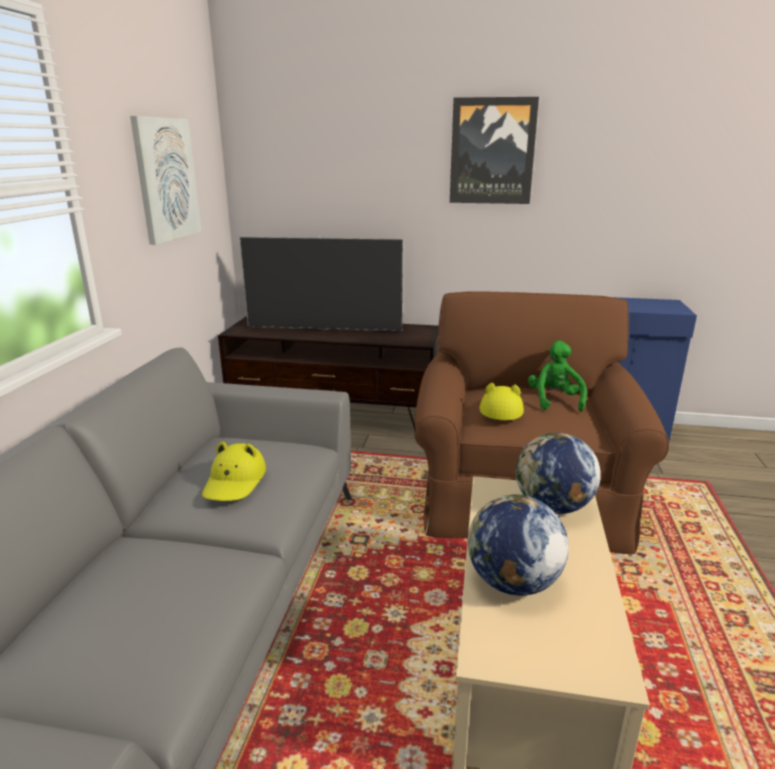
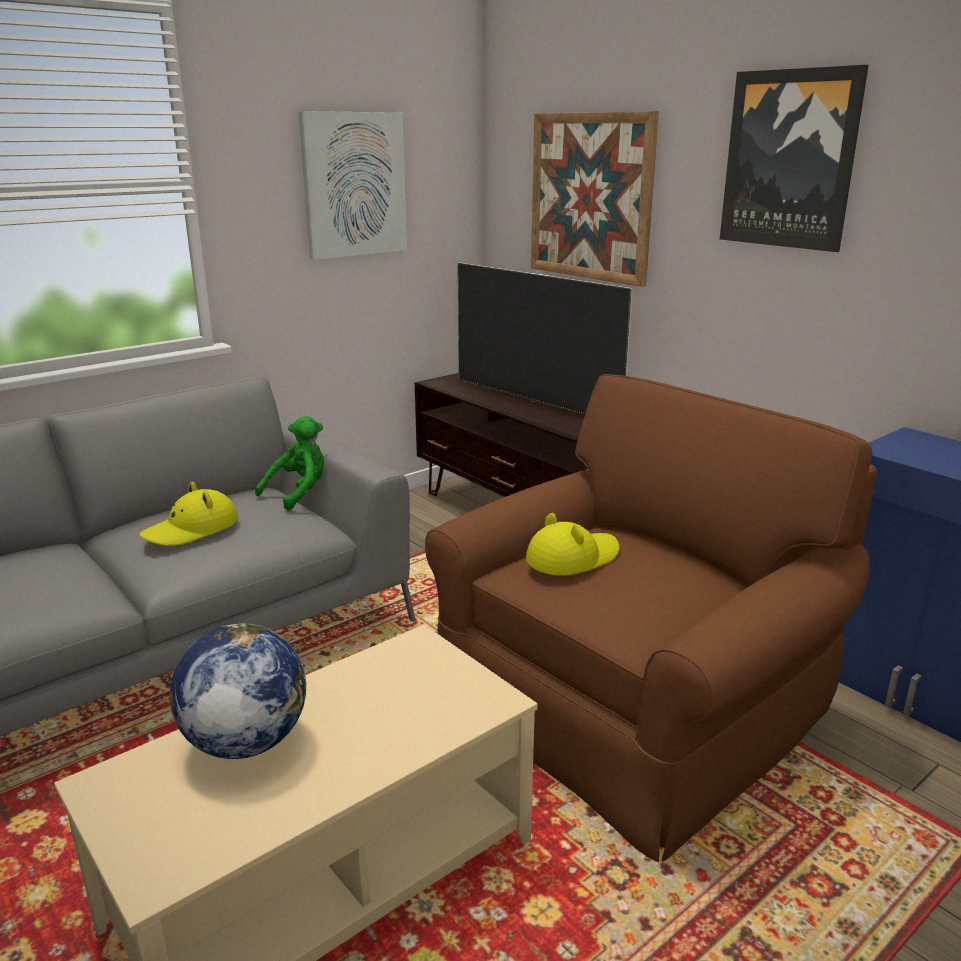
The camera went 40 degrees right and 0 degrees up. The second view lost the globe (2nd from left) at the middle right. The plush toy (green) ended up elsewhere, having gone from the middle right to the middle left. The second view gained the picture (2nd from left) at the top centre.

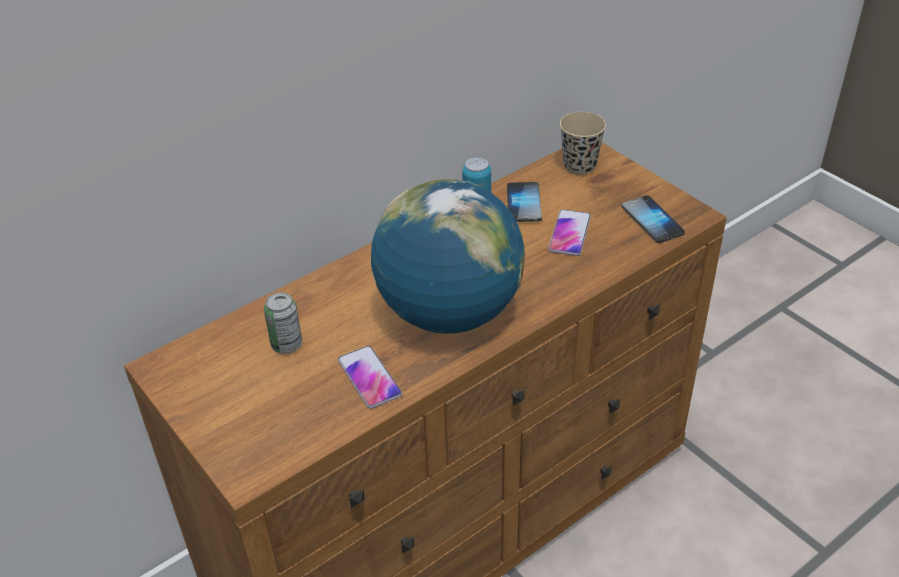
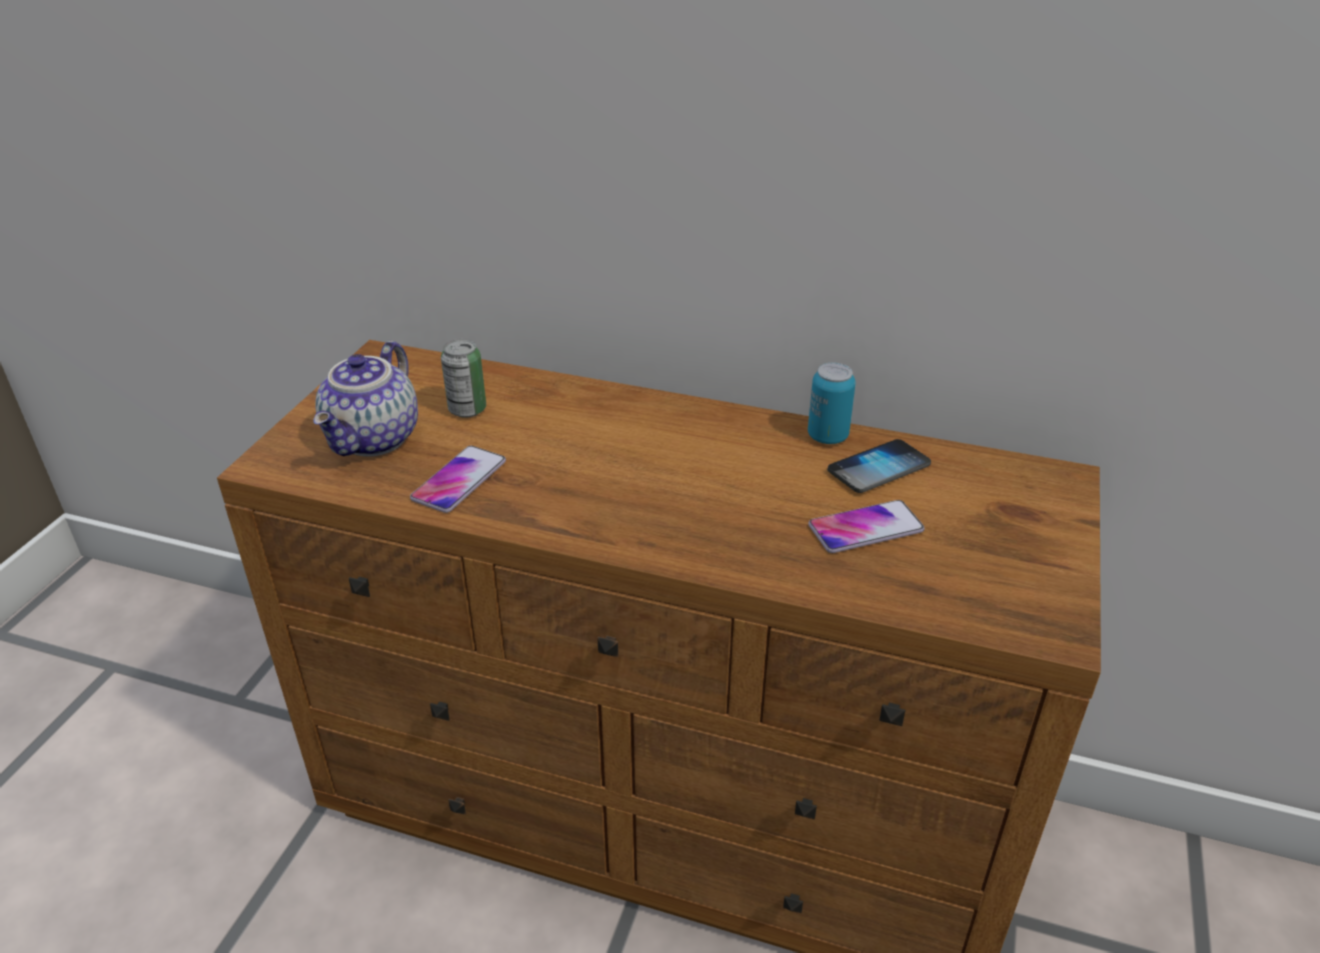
The camera went 55 degrees right and 5 degrees down. The second view lost the globe at the centre. The second view lost the cup (beige) at the top centre. The second view lost the phone (4th from left) at the middle right. The second view gained the teapot at the middle left.

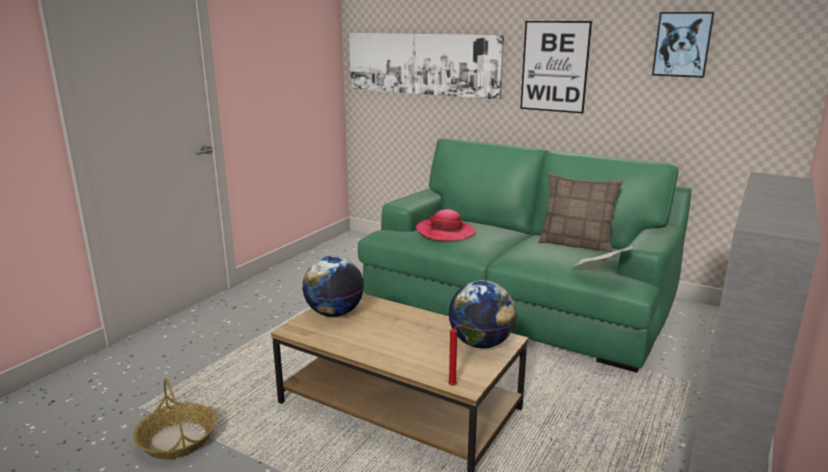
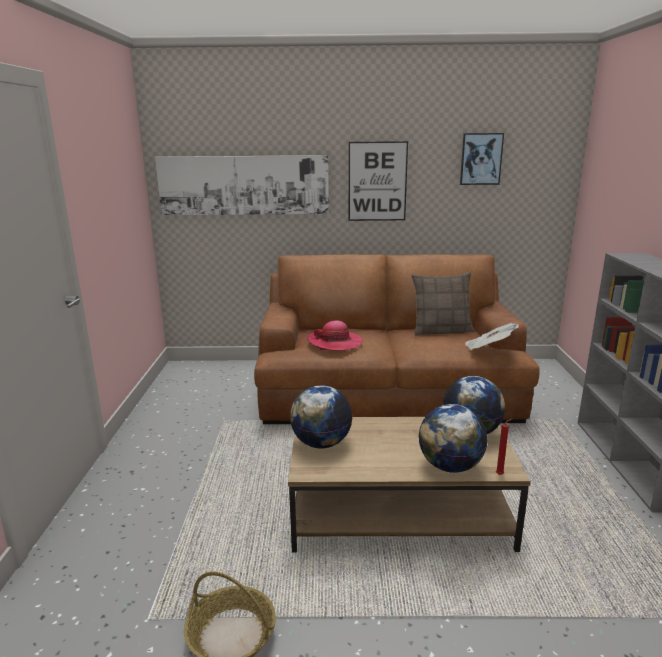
The camera went 30 degrees left and 0 degrees up. What was the sofa (green) at the centre turned into the sofa (brown) at the centre. The second view gained the globe (2nd from left) at the bottom right.

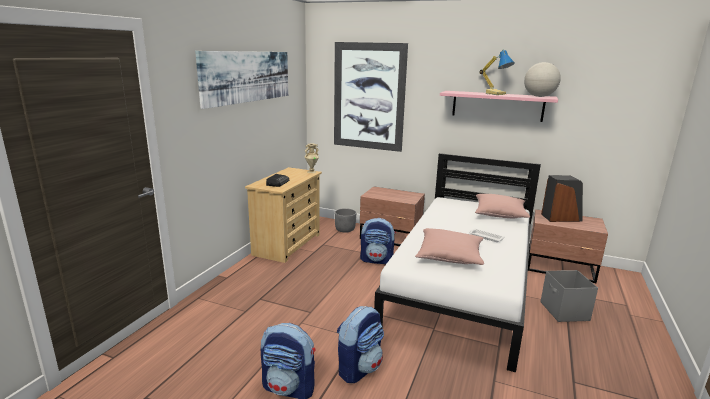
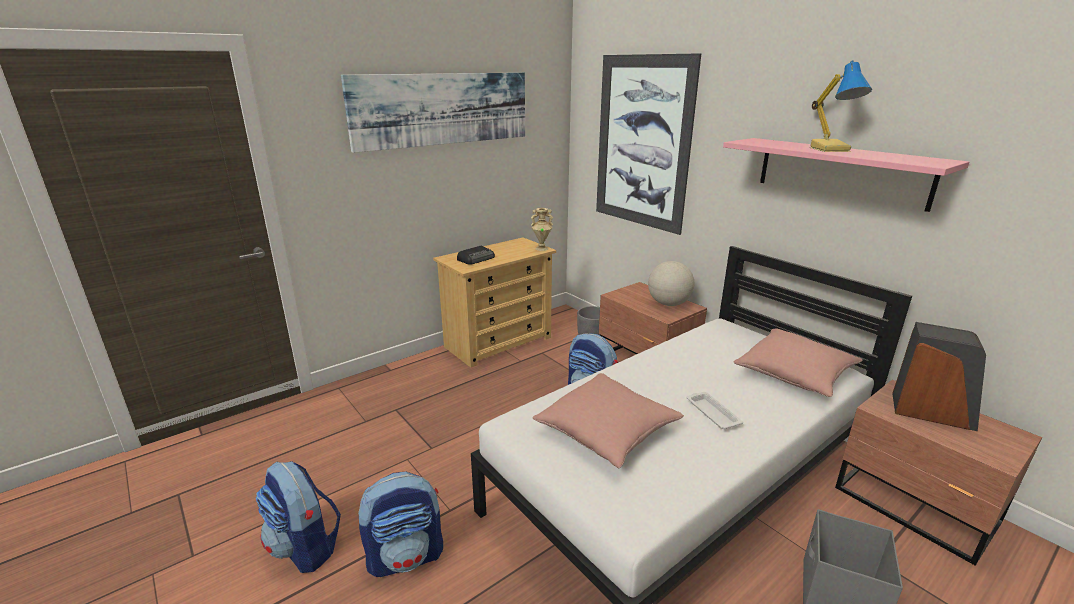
The camera went 30 degrees right and 5 degrees up. The globe ended up elsewhere, having gone from the top right to the centre.

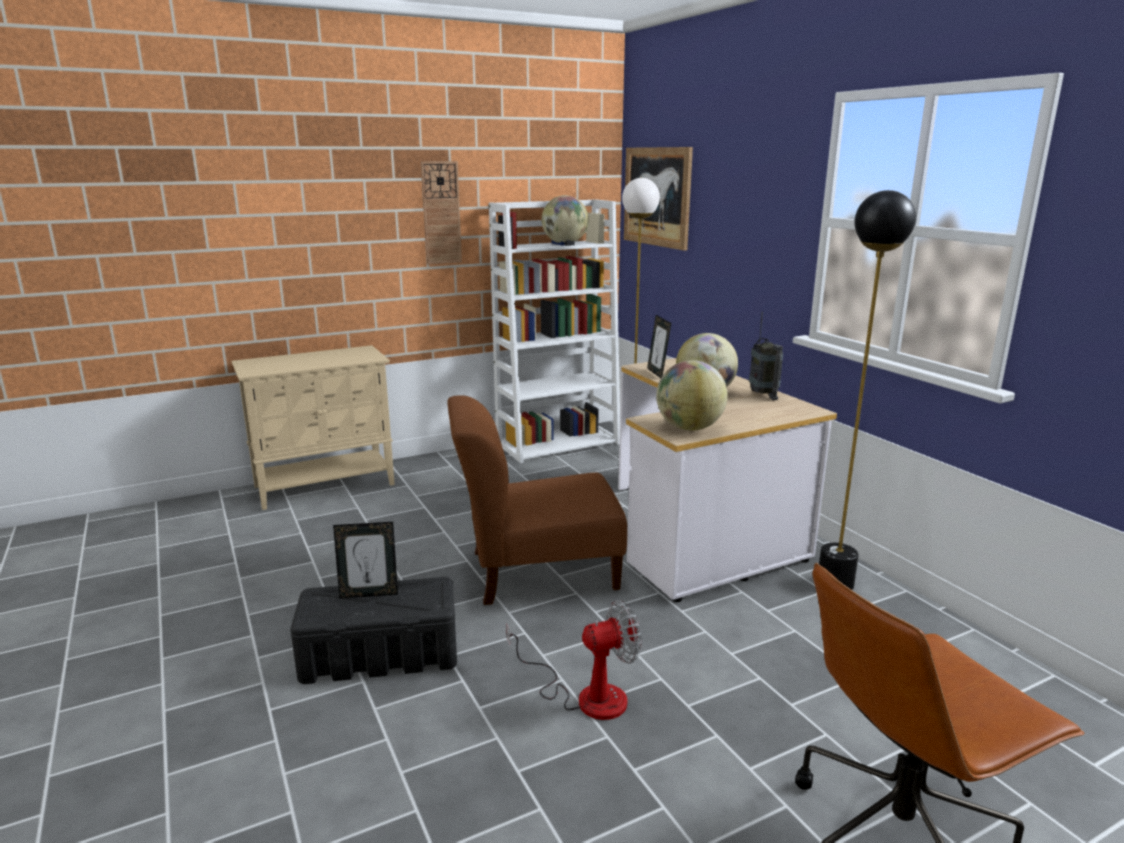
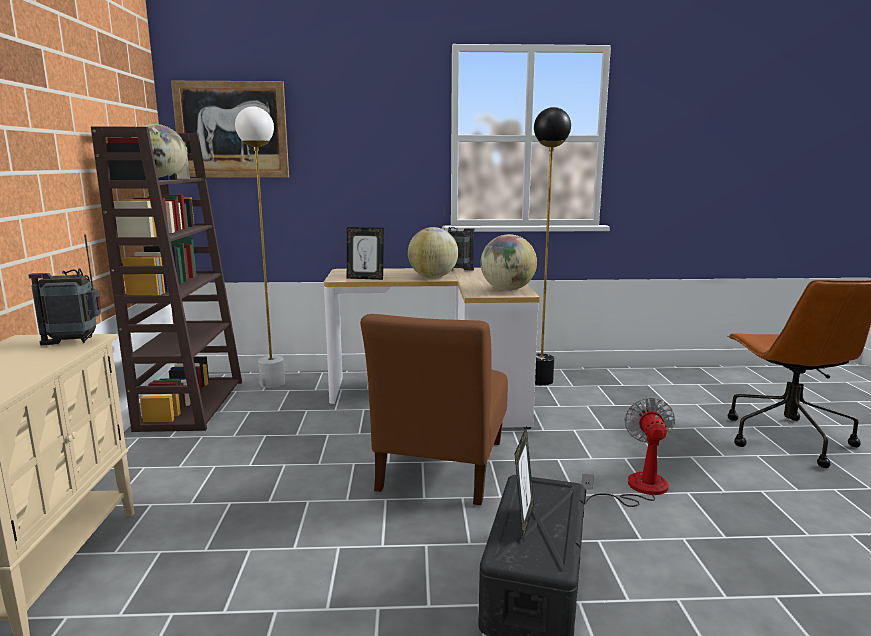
The camera went 65 degrees left and 5 degrees down. The second view lost the wall clock at the top centre. What was the bookcase (white) at the centre turned into the bookcase (brown) at the middle left. The second view gained the radio (1st from left) at the middle left.

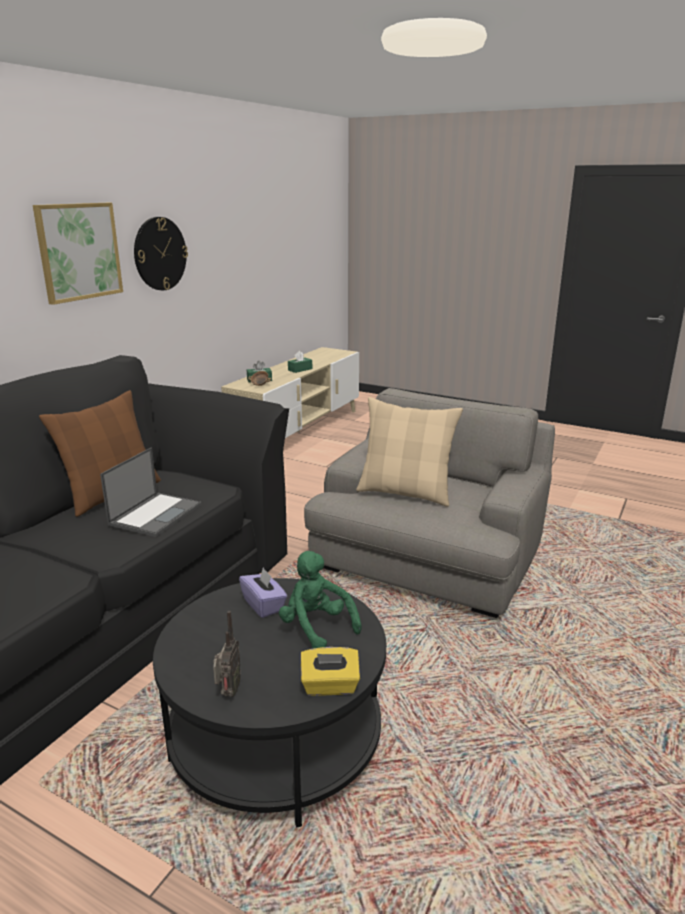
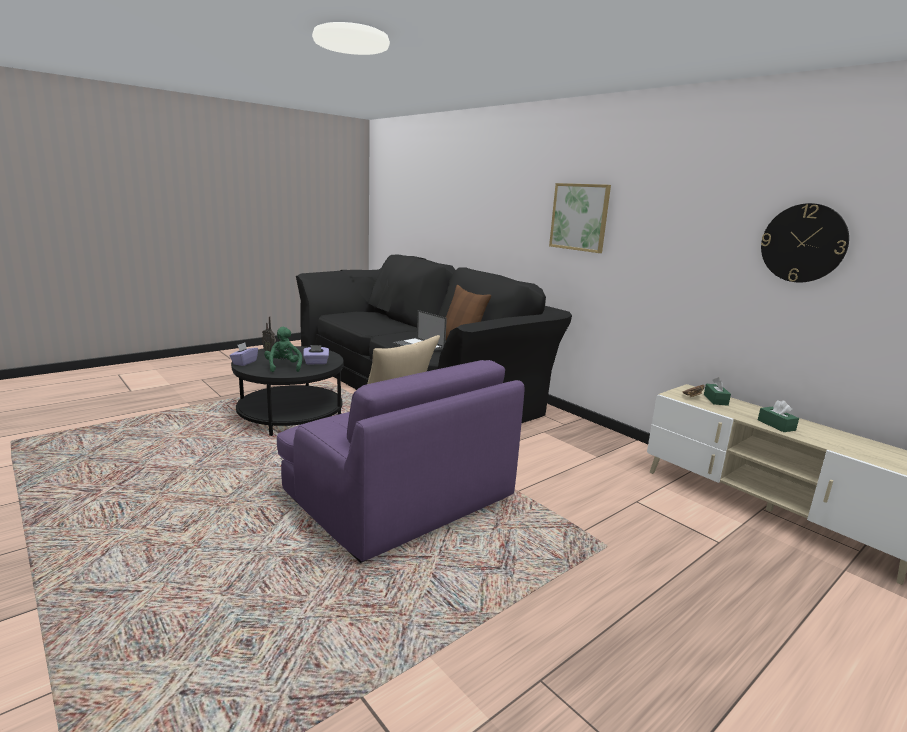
The camera went 110 degrees right and 5 degrees down. The wall clock ended up elsewhere, having gone from the top left to the top right. The plush toy (green) at the centre ended up facing another way, 90 degrees counterclockwise from before. What was the tissue box (yellow) at the bottom centre turned into the tissue box (purple) (1st from left) at the middle left. What was the armchair (grey) at the centre turned into the armchair (purple) at the centre.

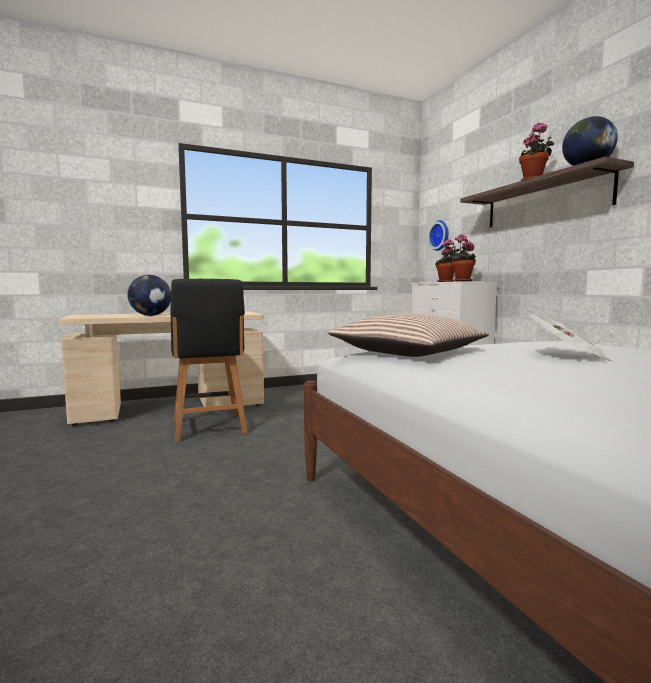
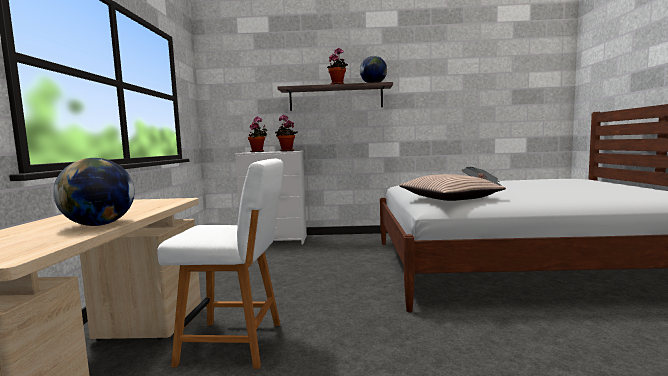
The camera went 65 degrees left and 0 degrees up. What was the chair (black) at the middle left turned into the chair (white) at the bottom left. The second view lost the wall clock at the middle right.

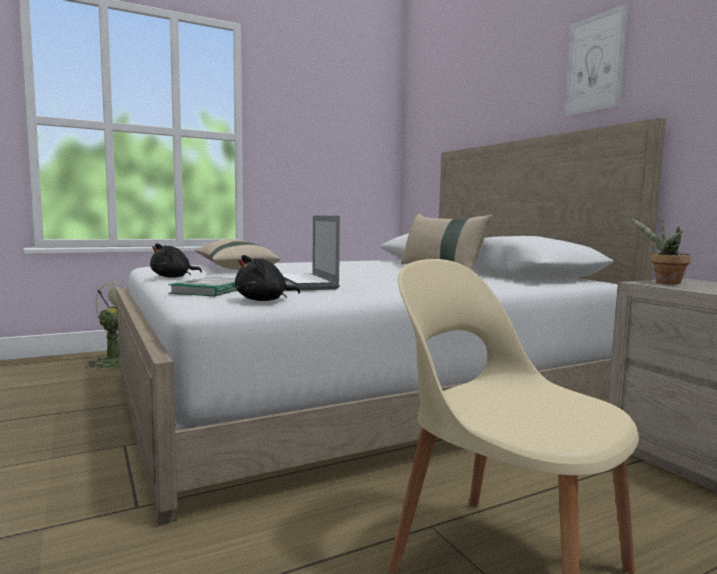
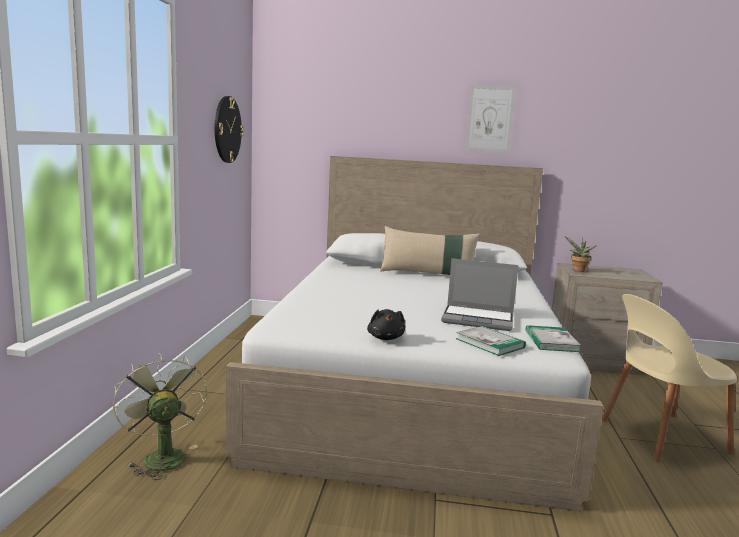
The camera went 55 degrees left and 5 degrees up. The second view lost the pillow (beige) (1st from left) at the middle left. Where the plush toy (black) (2nd from left) stood at the centre, the book (2nd from left) came to stand at the middle right. The second view gained the wall clock at the top left.

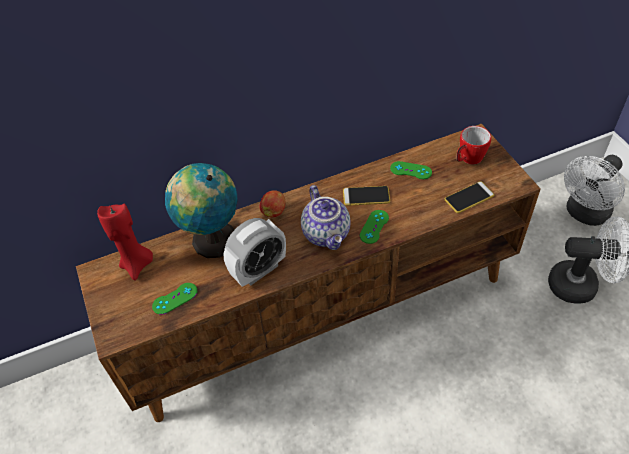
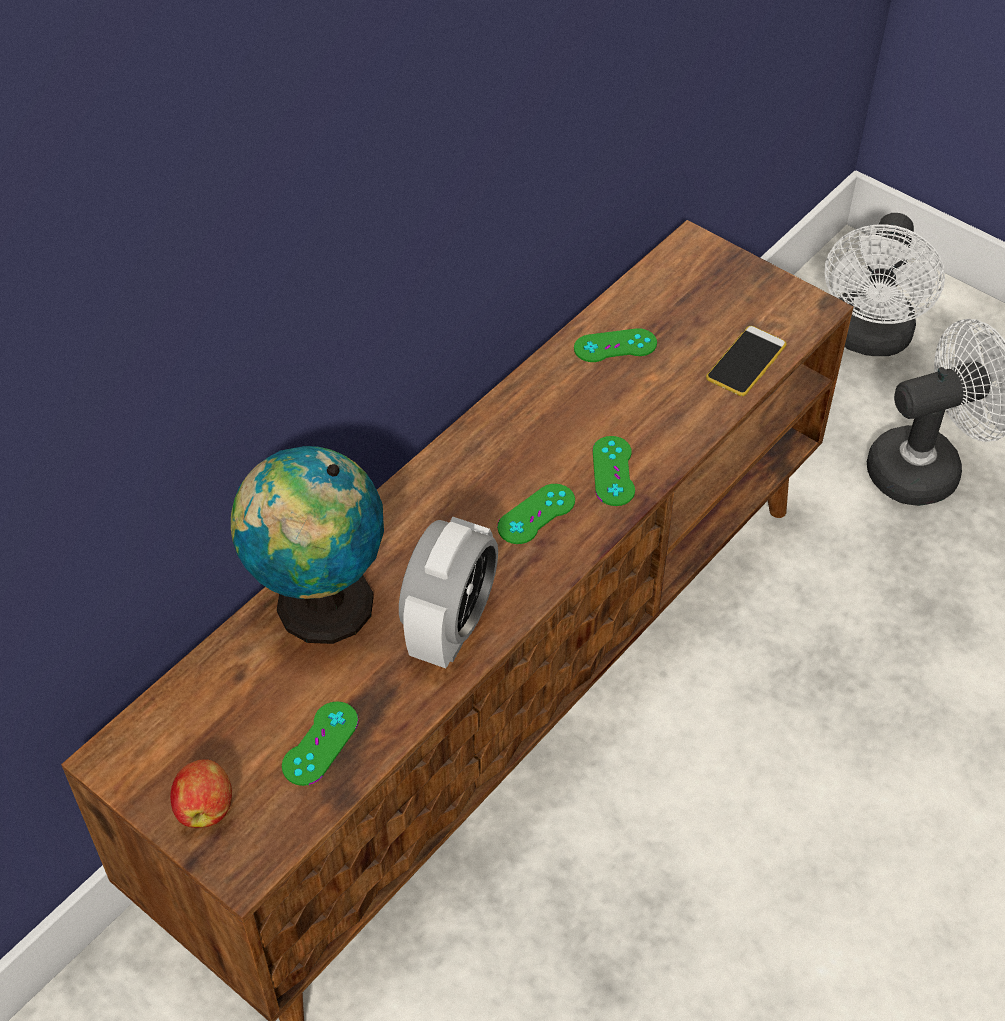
The camera went 30 degrees left and 0 degrees up. The second view lost the candle (red) at the middle left. The apple ended up elsewhere, having gone from the centre to the bottom left. Where the teapot stood at the centre, the game controller (green) (2nd from left) came to stand at the centre. The second view lost the phone (1st from left) at the centre. The second view lost the mug at the top right.

